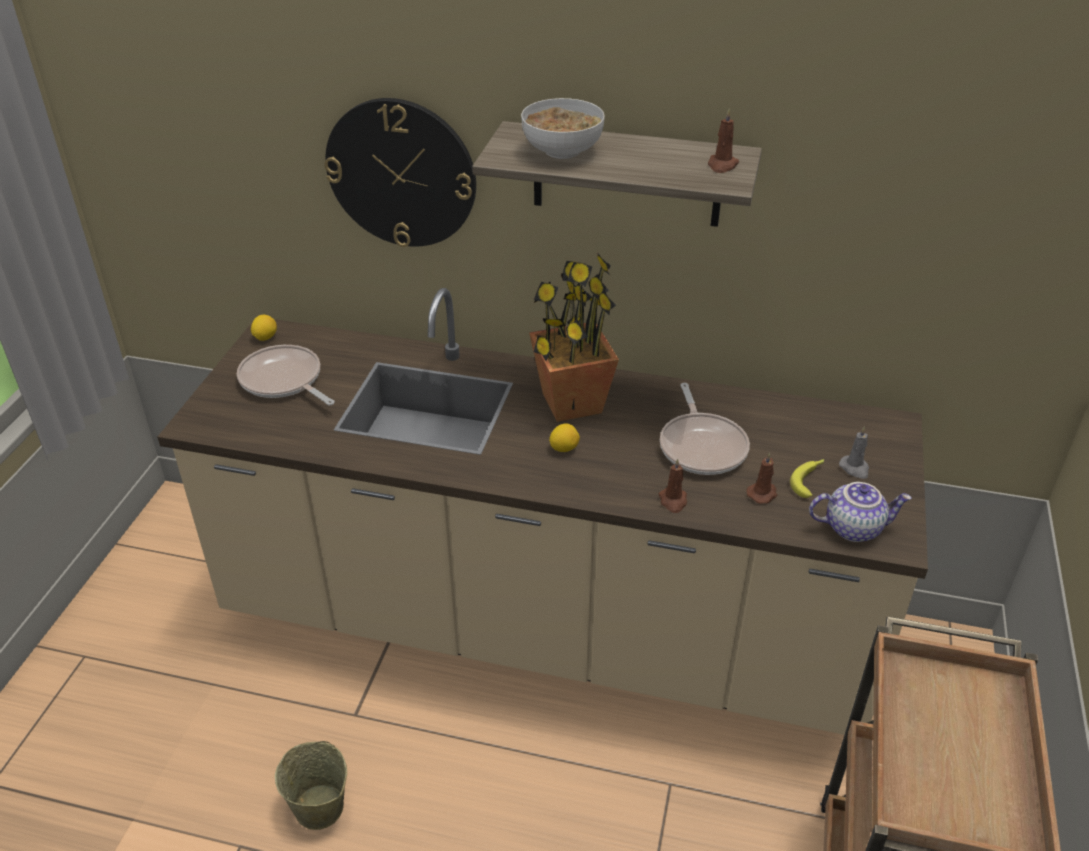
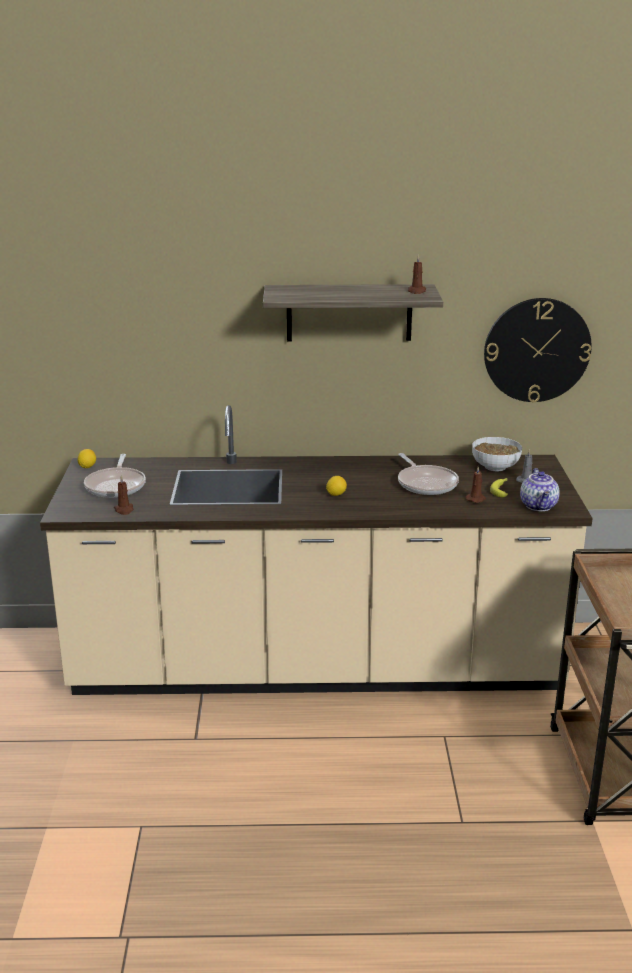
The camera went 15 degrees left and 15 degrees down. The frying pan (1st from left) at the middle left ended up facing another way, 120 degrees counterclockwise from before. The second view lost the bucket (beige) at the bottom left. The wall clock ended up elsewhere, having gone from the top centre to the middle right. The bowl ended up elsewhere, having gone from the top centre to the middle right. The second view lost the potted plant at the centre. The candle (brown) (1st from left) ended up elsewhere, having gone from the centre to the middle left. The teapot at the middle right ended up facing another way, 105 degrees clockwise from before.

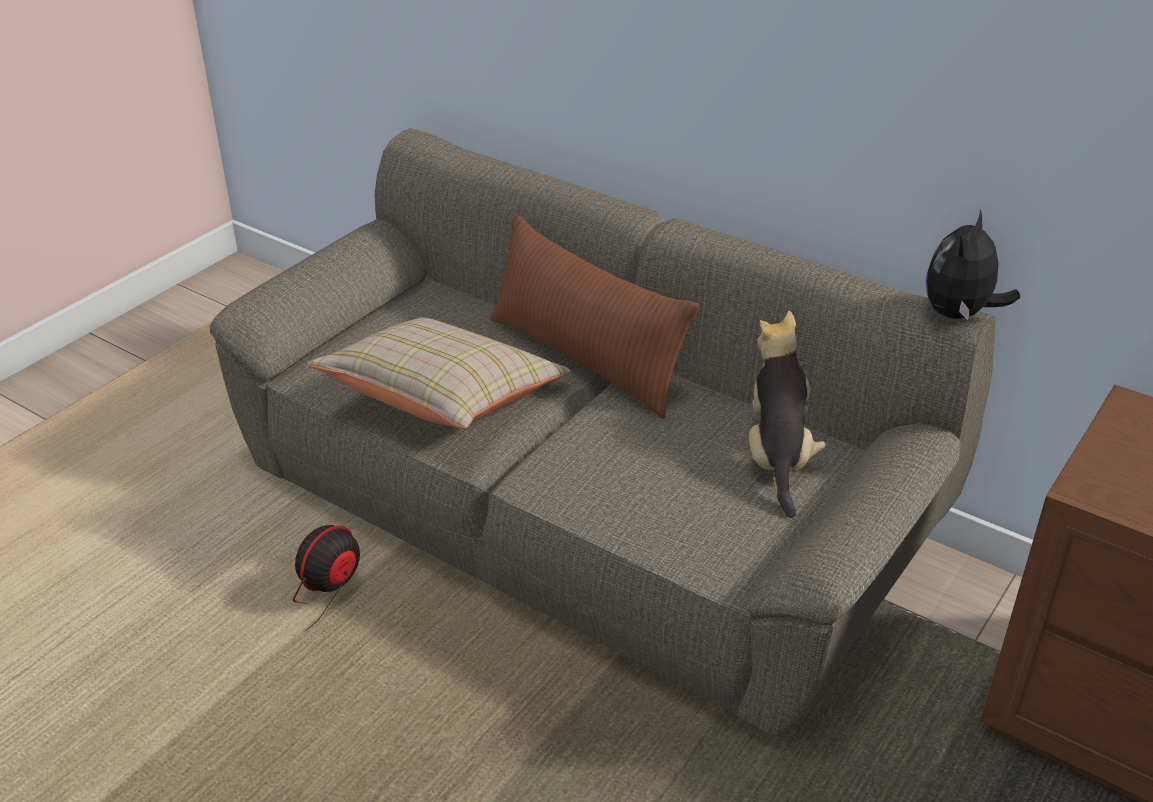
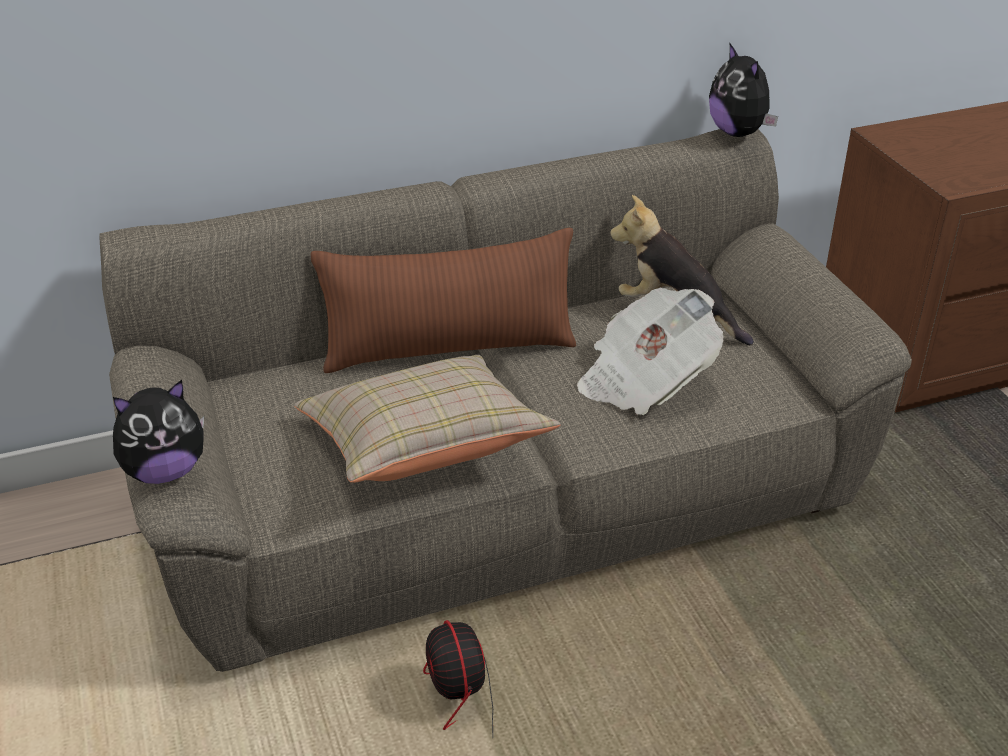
The camera went 55 degrees left and 0 degrees up. The second view gained the plush toy (1st from left) at the middle left. The second view gained the newspaper at the centre.

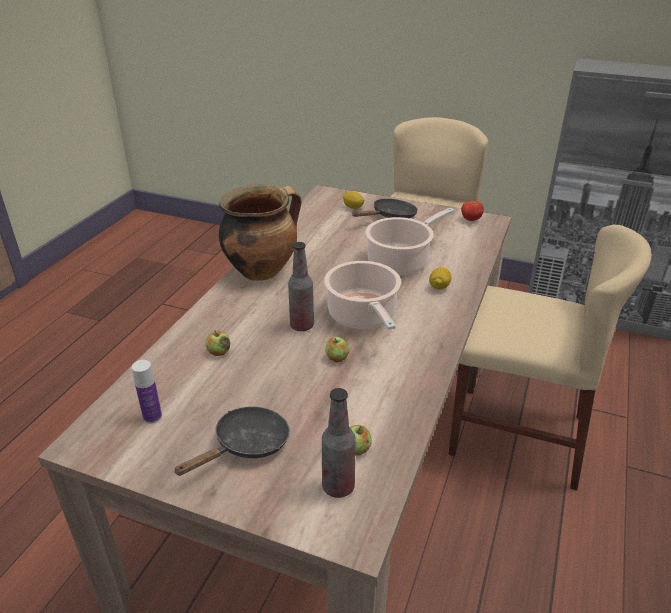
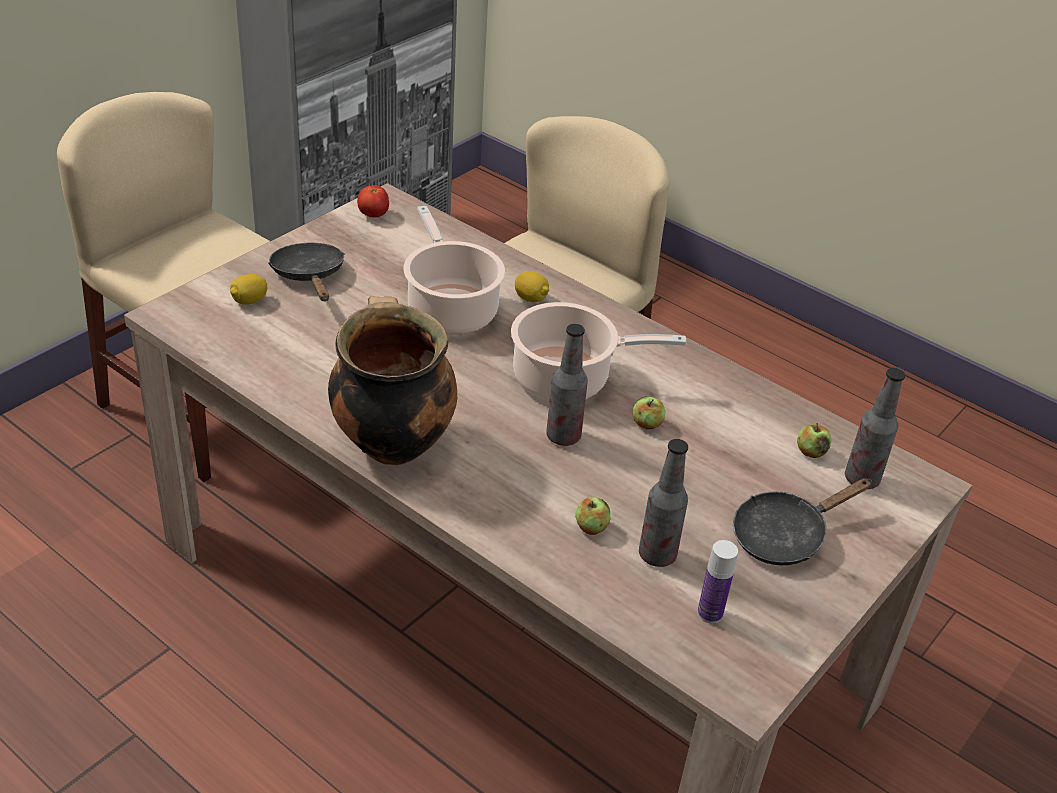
The camera went 75 degrees left and 5 degrees up. The frying pan (black) (1st from left in the first image) at the bottom centre ended up facing another way, 90 degrees counterclockwise from before. The second view gained the bottle (2nd from left) at the centre.

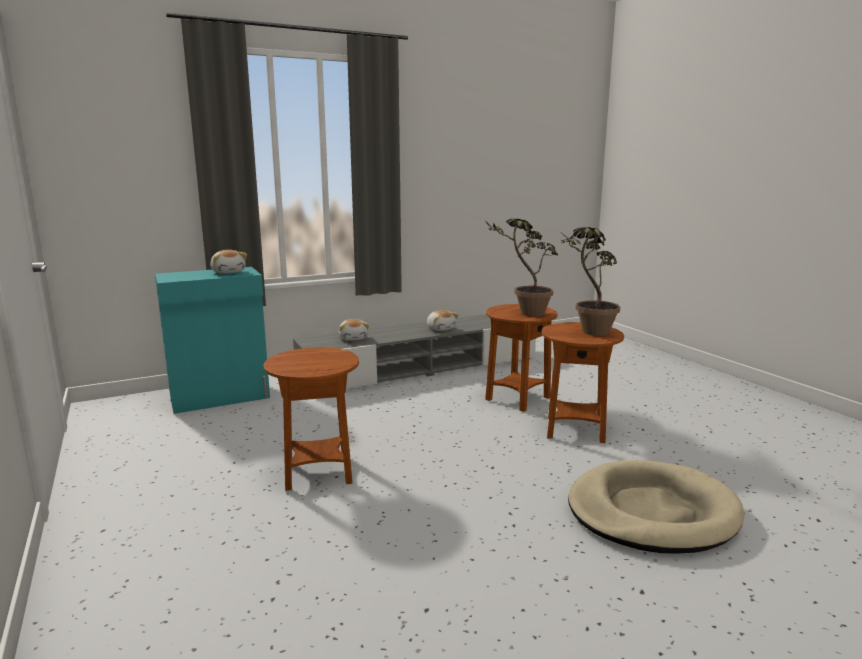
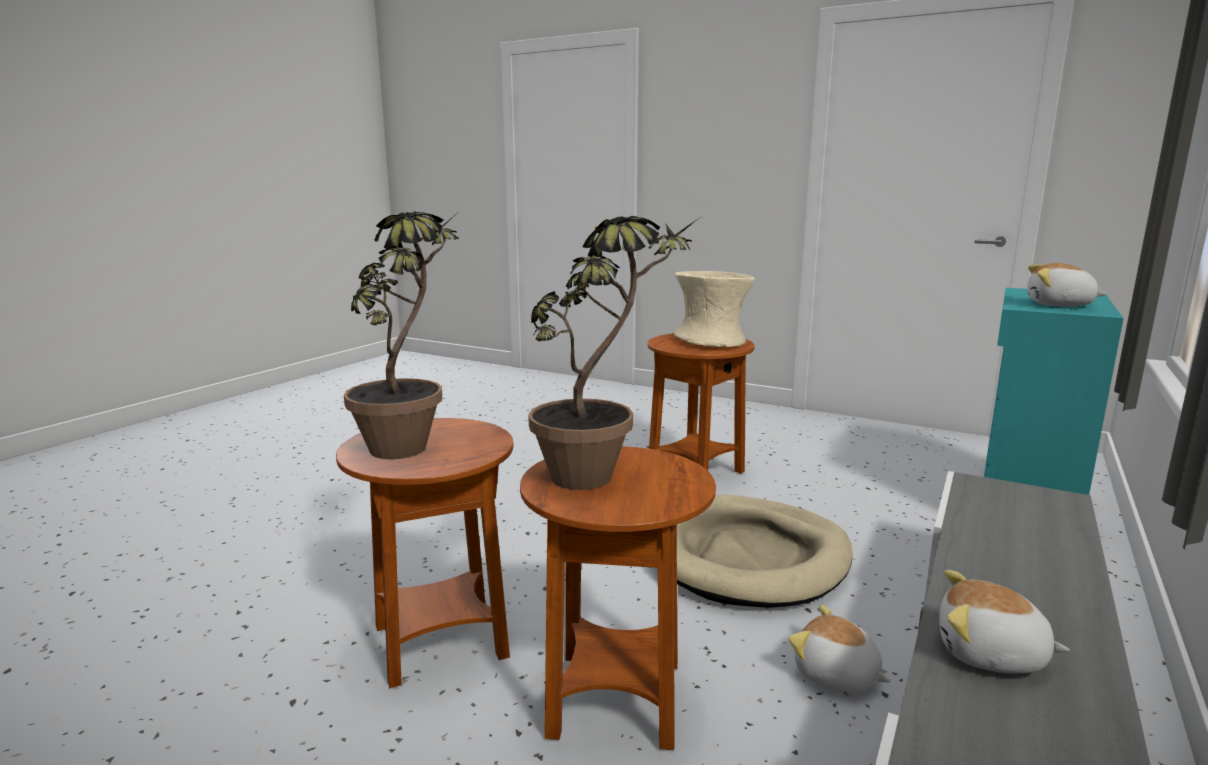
The camera went 145 degrees right and 0 degrees up. The plush toy (2nd from left in the first image) ended up elsewhere, having gone from the centre to the bottom right. The dog bed (beige) ended up elsewhere, having gone from the bottom right to the bottom centre. The second view gained the vase (beige) at the centre.

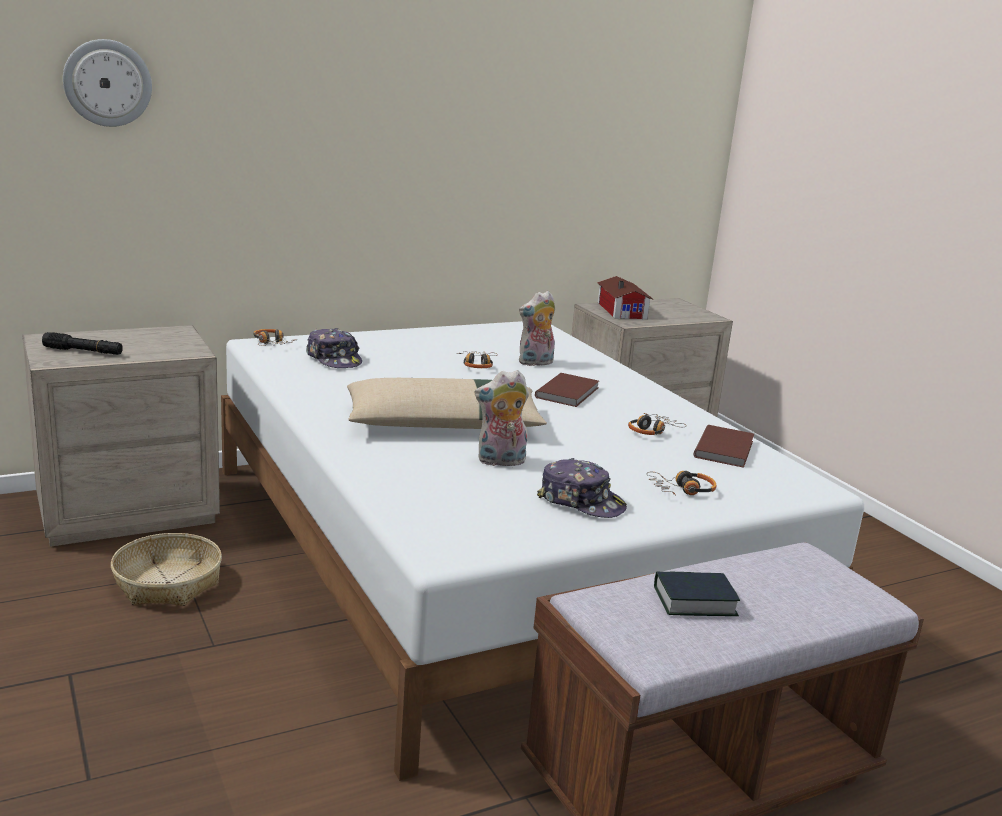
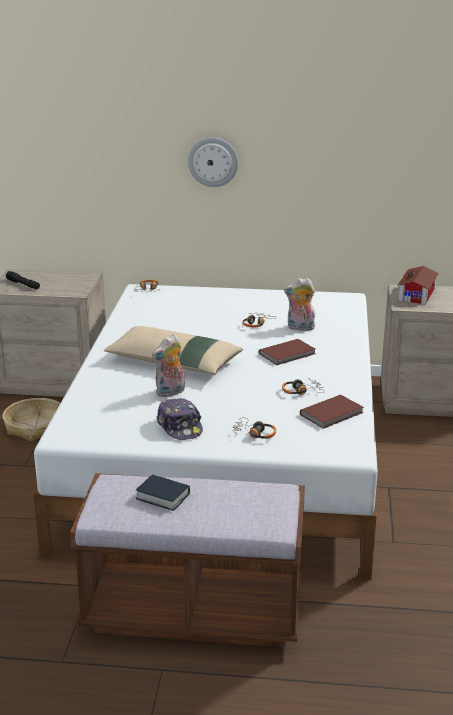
The camera went 35 degrees right and 5 degrees up. The wall clock ended up elsewhere, having gone from the top left to the top centre. The second view lost the cap (1st from left) at the centre. The plush toy (1st from left) at the centre ended up facing another way, 60 degrees counterclockwise from before.

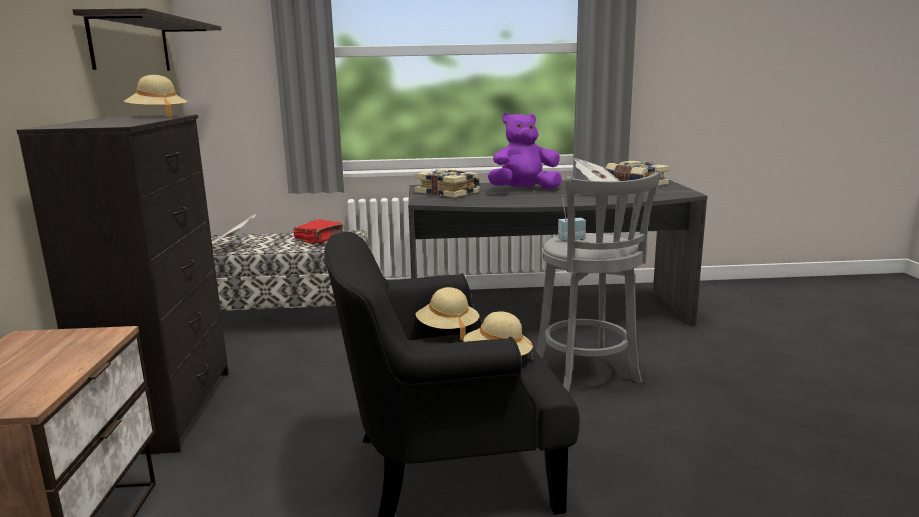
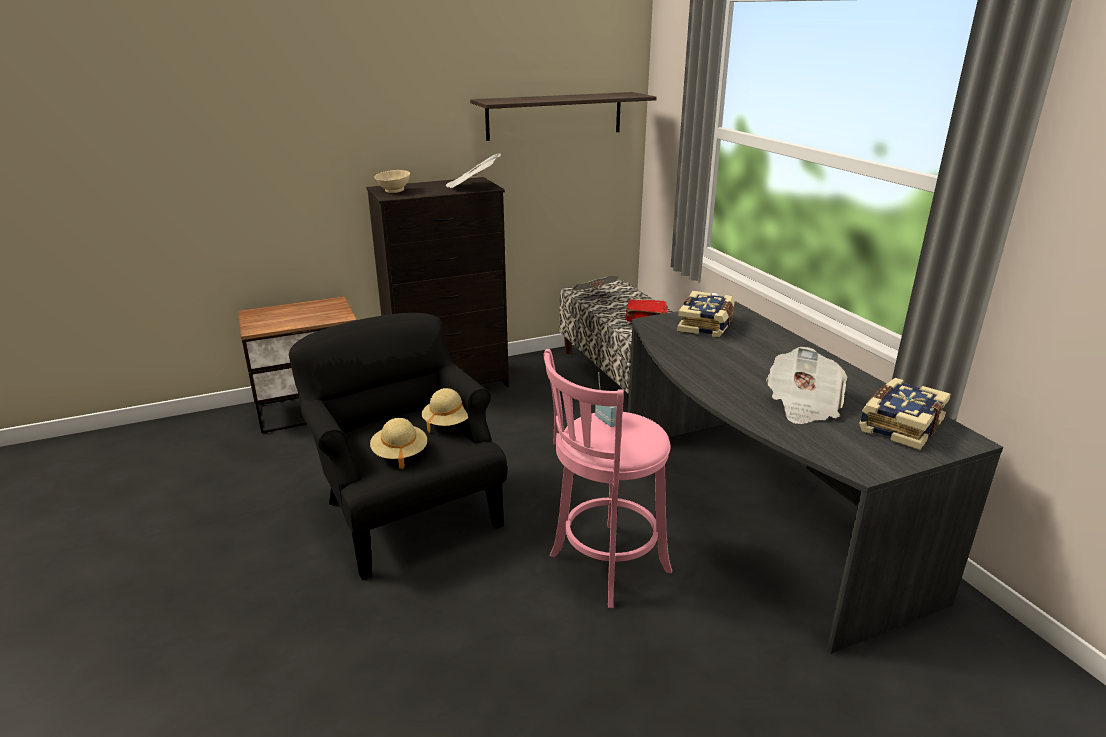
The camera went 70 degrees right and 10 degrees up. Where the hat (beige) (1st from left) stood at the top left, the newspaper (1st from left) came to stand at the top centre. The second view lost the plush toy (purple) at the top centre. What was the stool (grey) at the centre turned into the stool (pink) at the centre. The second view gained the bowl (beige) at the top centre.

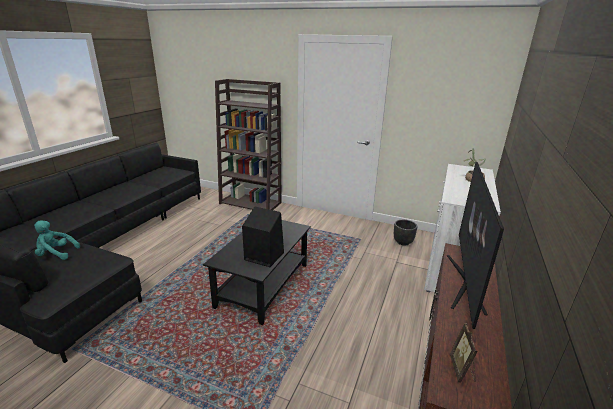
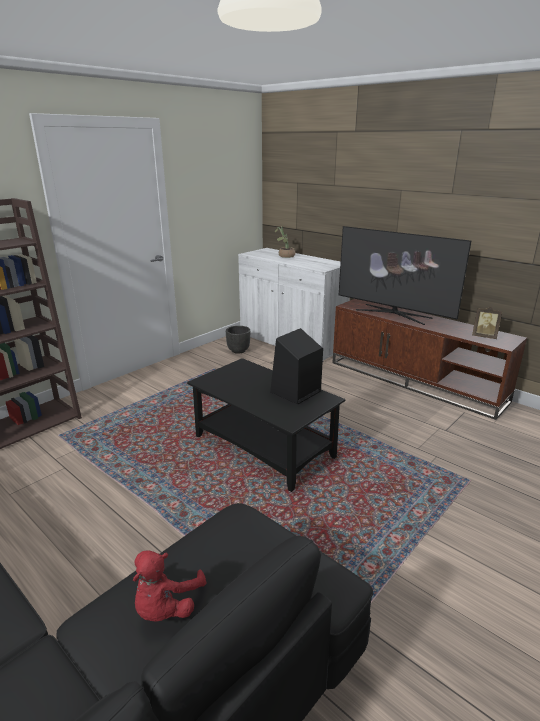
The camera went 70 degrees left and 0 degrees up. What was the plush toy (turquoise) at the middle left turned into the plush toy (red) at the bottom left.

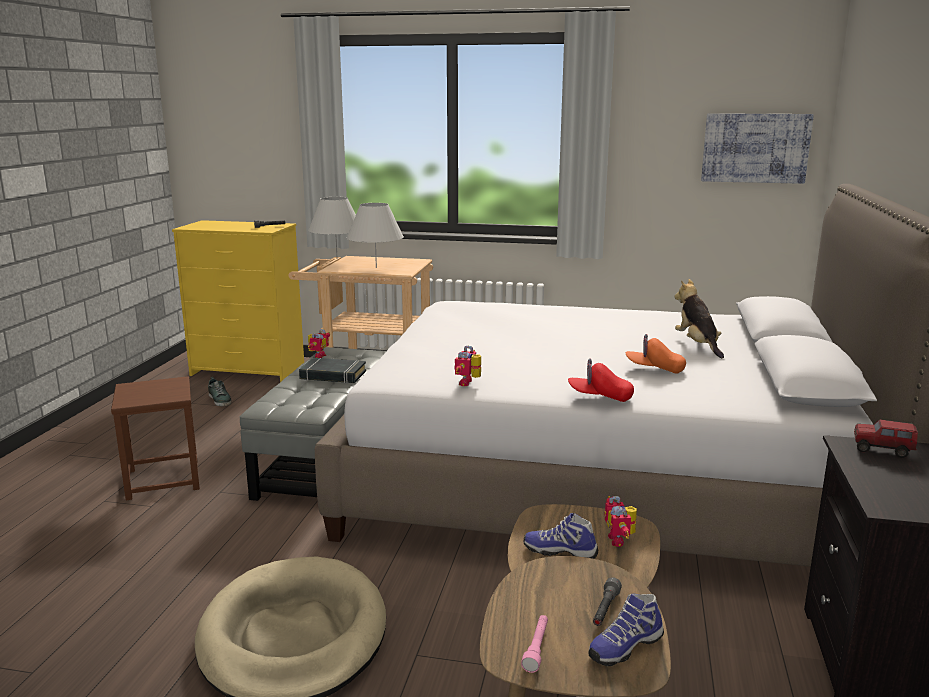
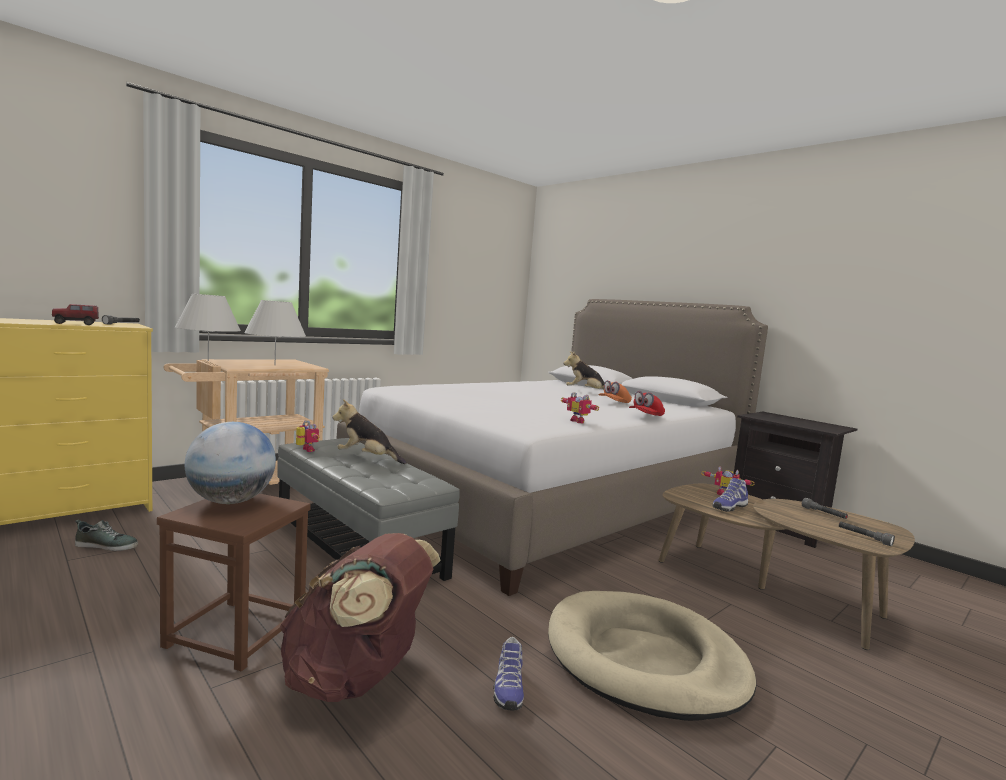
The camera went 55 degrees left and 10 degrees down. Where the book (black) stood at the centre, the plush toy (1st from left) came to stand at the centre. What was the flashlight (pink) at the bottom centre turned into the flashlight (grey) (3rd from left) at the bottom right. The shoe (3rd from left in the first image) ended up elsewhere, having gone from the bottom right to the bottom centre. The second view lost the picture at the top right. The toy truck ended up elsewhere, having gone from the middle right to the middle left. The second view gained the globe at the middle left. The second view gained the backpack (brown) at the bottom centre.

